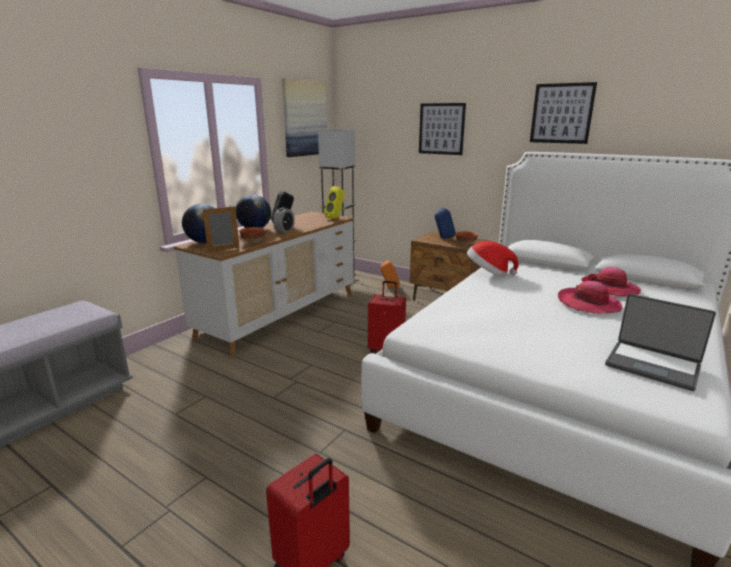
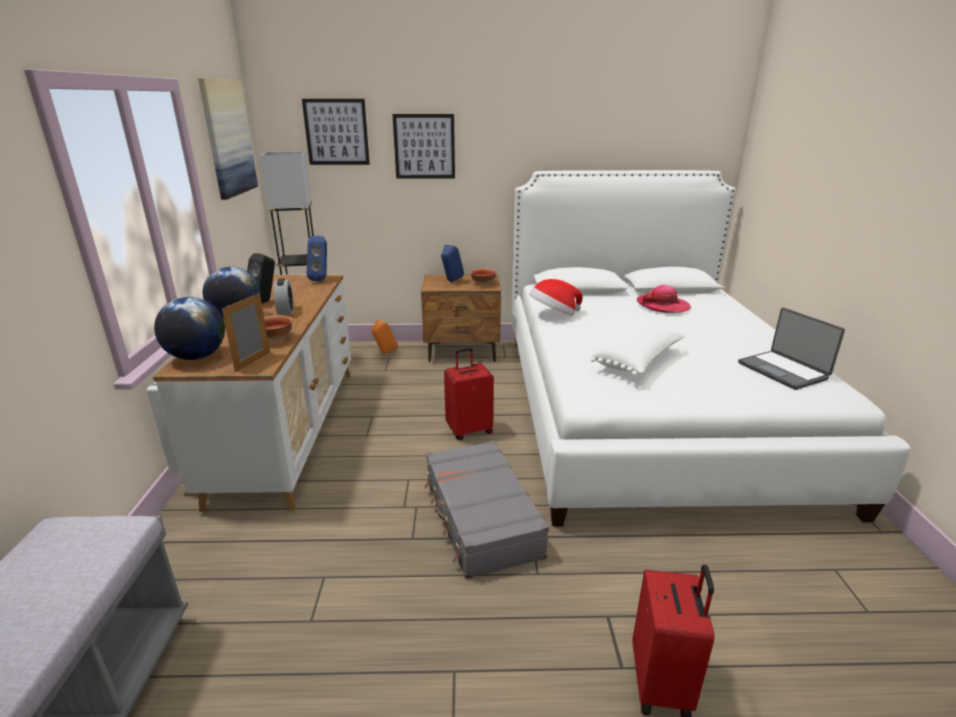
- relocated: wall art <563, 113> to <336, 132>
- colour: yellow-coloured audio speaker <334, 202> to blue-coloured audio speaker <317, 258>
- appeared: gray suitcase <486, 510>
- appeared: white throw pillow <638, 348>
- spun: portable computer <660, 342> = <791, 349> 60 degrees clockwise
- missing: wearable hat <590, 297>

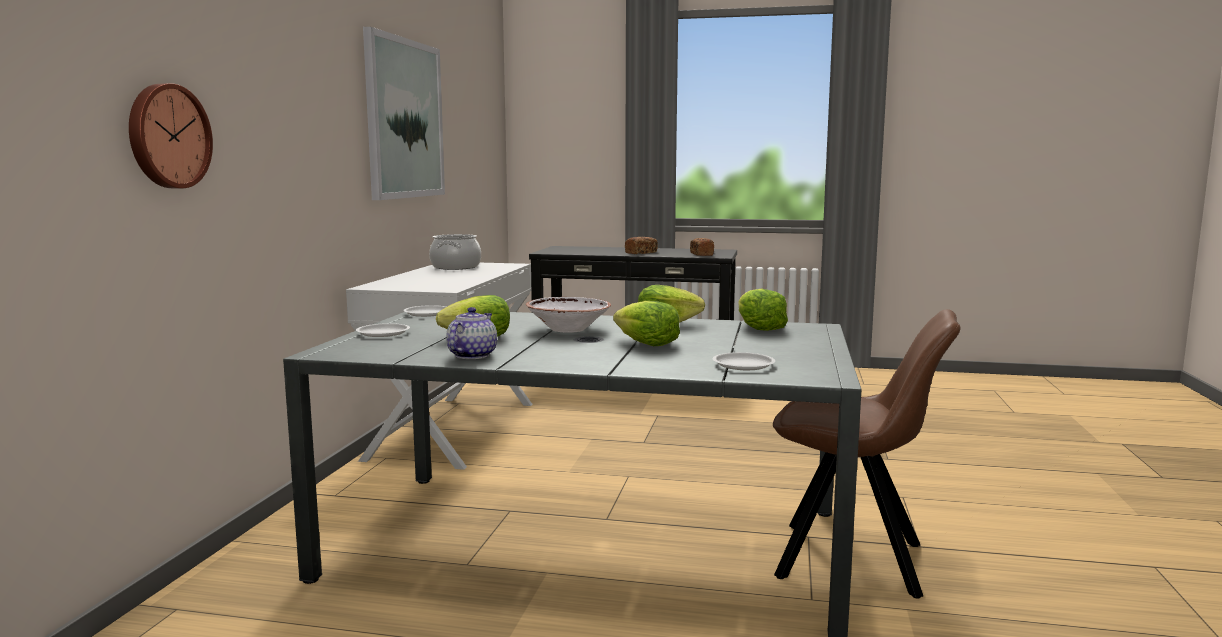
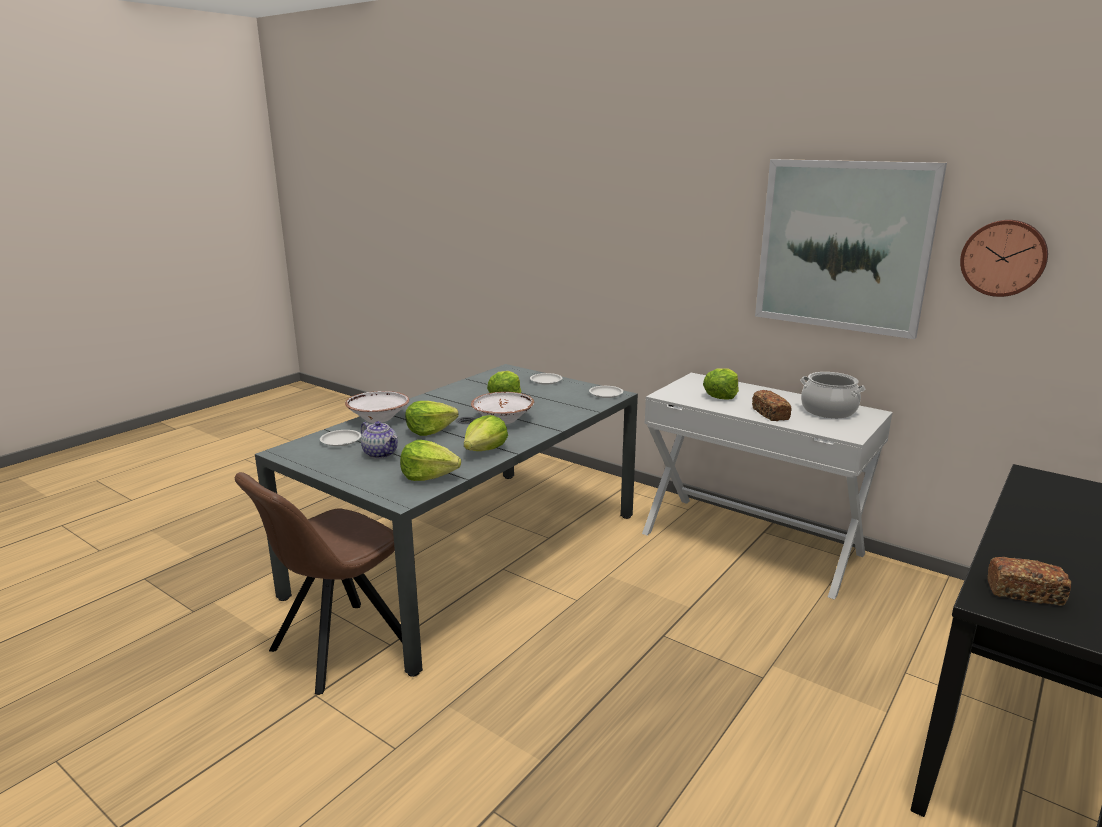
- appeared: white serving bowl <377, 407>
- relocated: teapot <471, 333> to <379, 440>
- appeared: lettuce head <721, 384>
- relocated: bread <641, 245> to <772, 405>
- relocated: clock on the wall <171, 135> to <1004, 258>

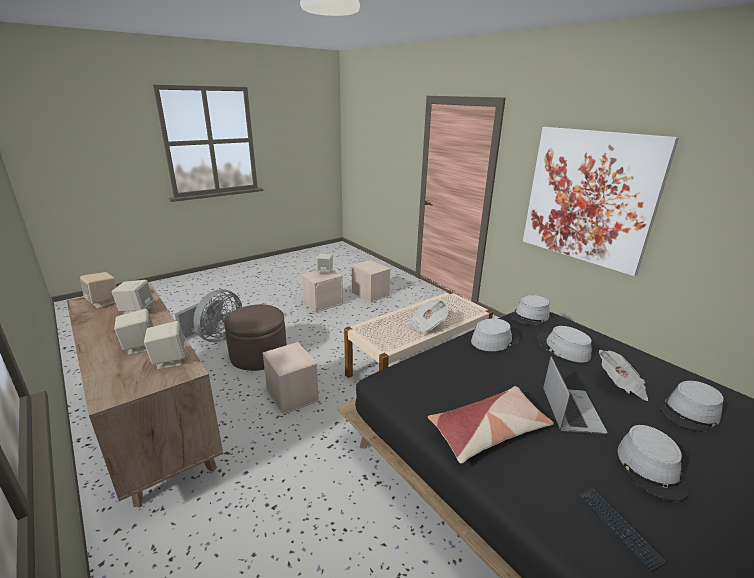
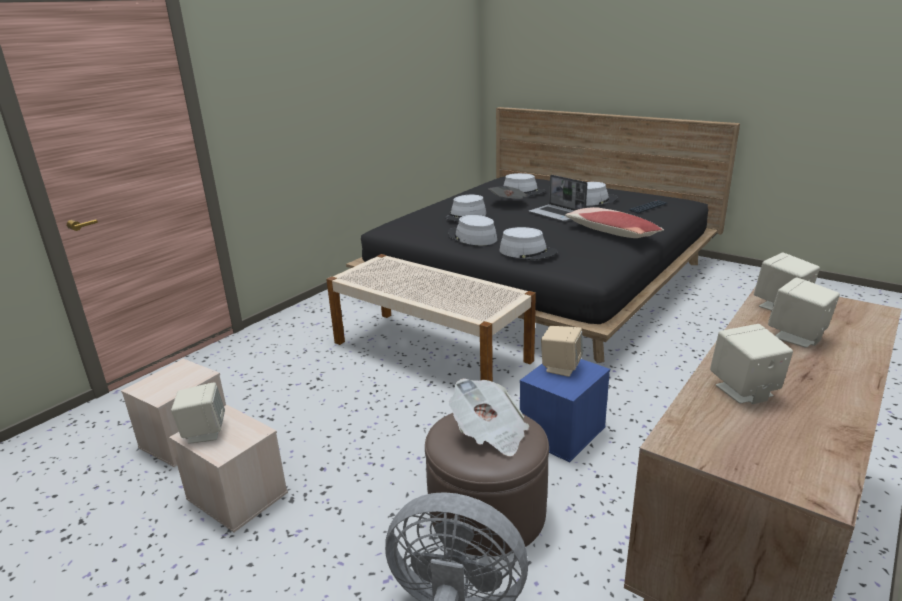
- relocated: newspaper <427, 317> to <489, 417>
- relocated: gray wearable hat <530, 310> to <528, 243>
- colour: beige storage container <290, 378> to blue-coloured storage container <565, 410>
- spun: portable computer <575, 395> = <558, 198> 120 degrees counterclockwise
- relocated: beige audio speaker <98, 290> to <562, 351>
- missing: wall art <601, 201>

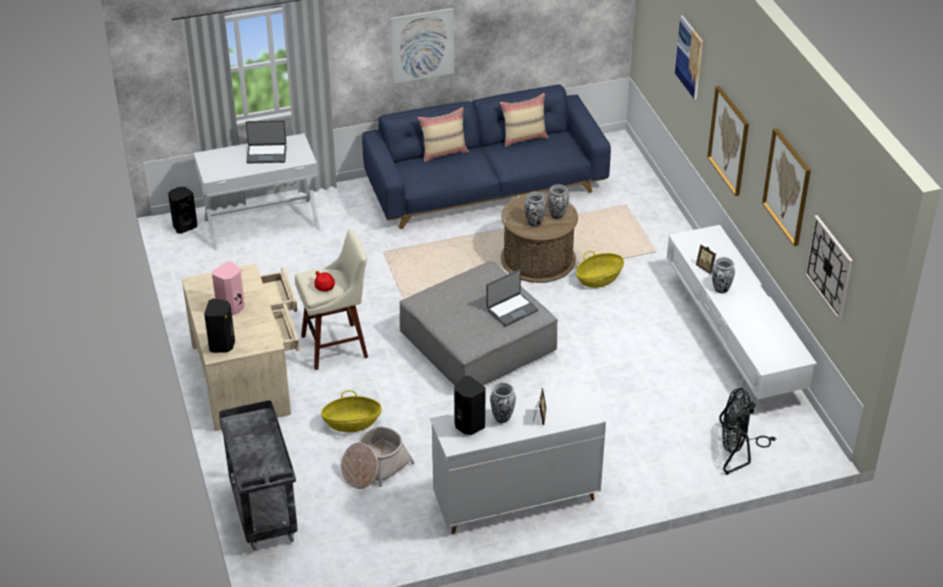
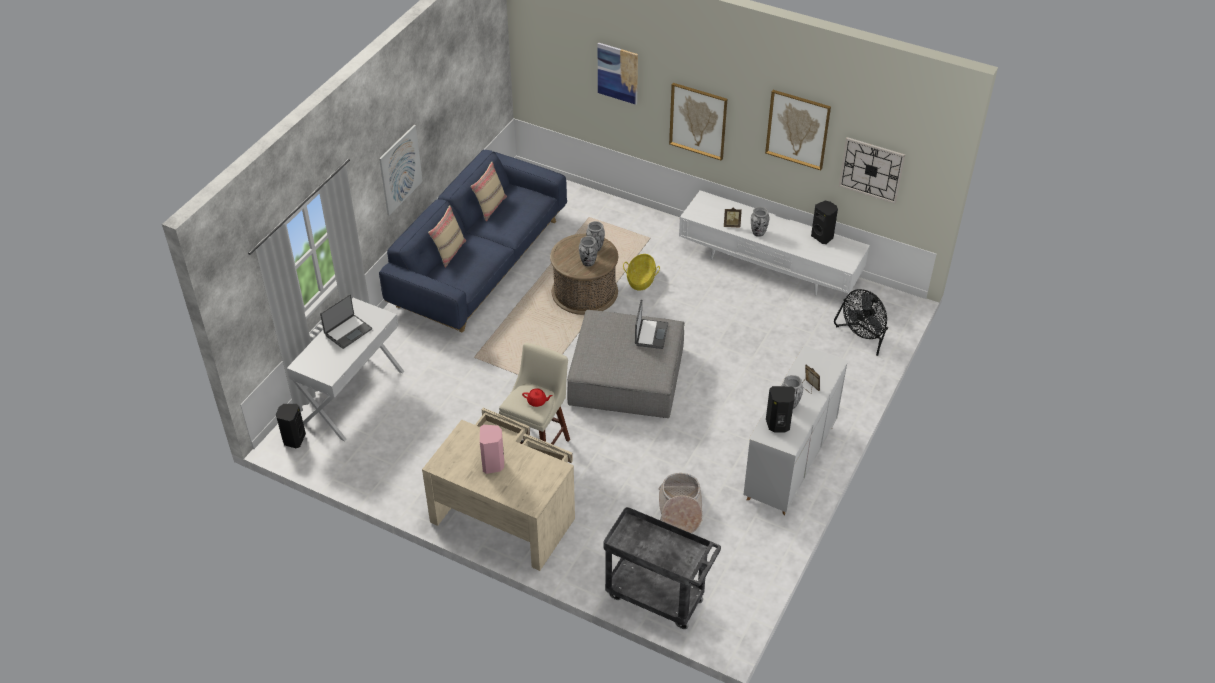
- relocated: black audio speaker <219, 325> to <824, 222>
- missing: storage basket <351, 411>

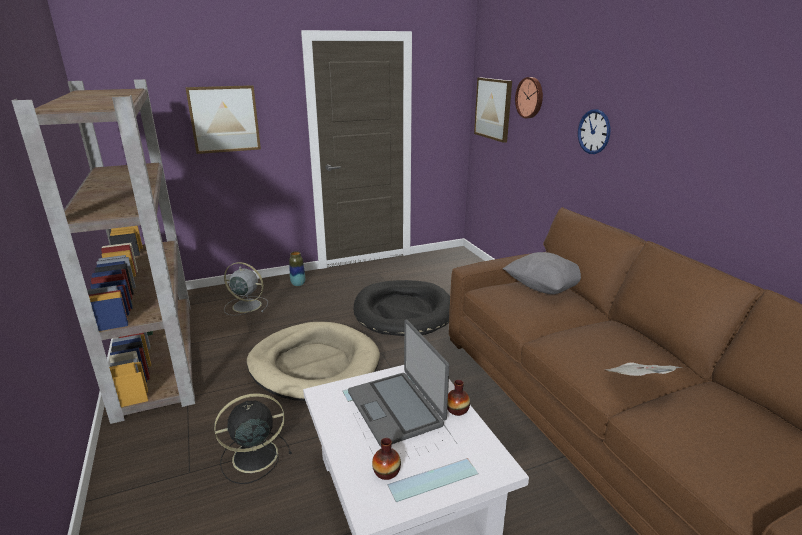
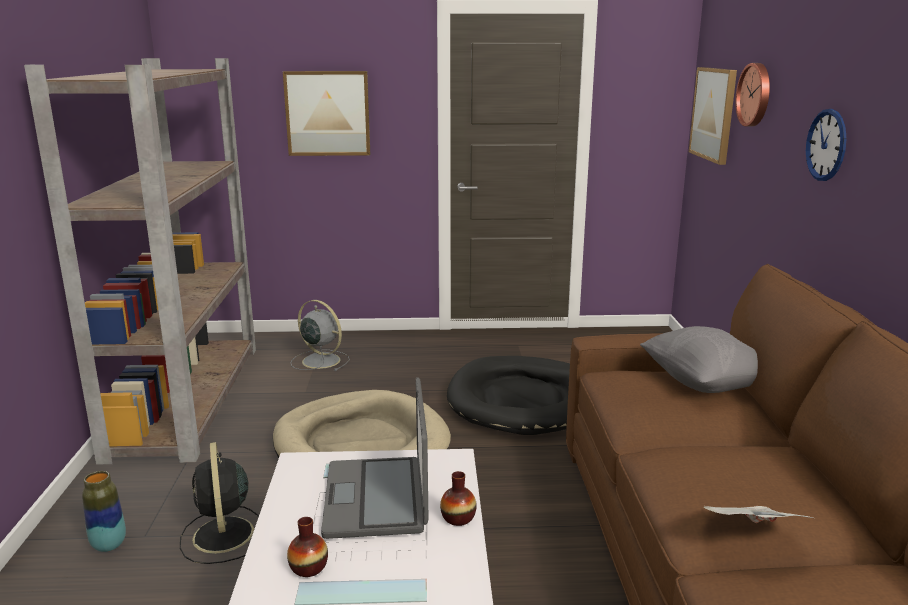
- relocated: decorative vase <297, 268> to <104, 511>
- spun: black cooling fan <253, 438> = <219, 503> 105 degrees counterclockwise

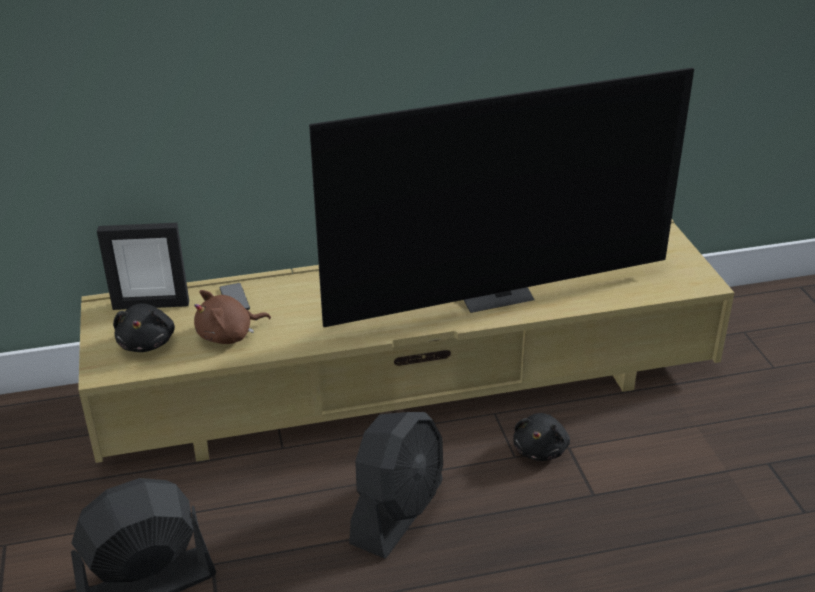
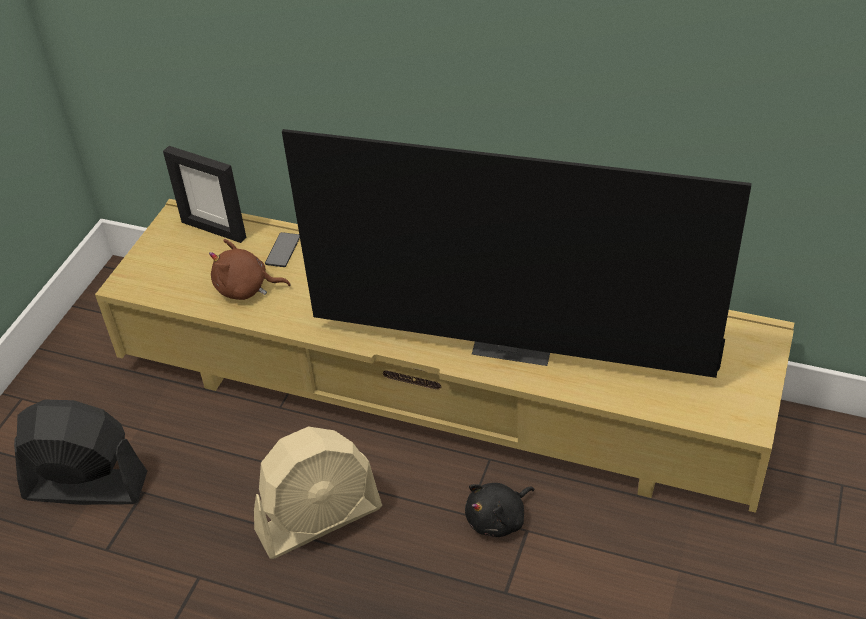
- colour: black cooling fan <396, 485> to beige cooling fan <318, 493>
- missing: black soft toy <144, 327>

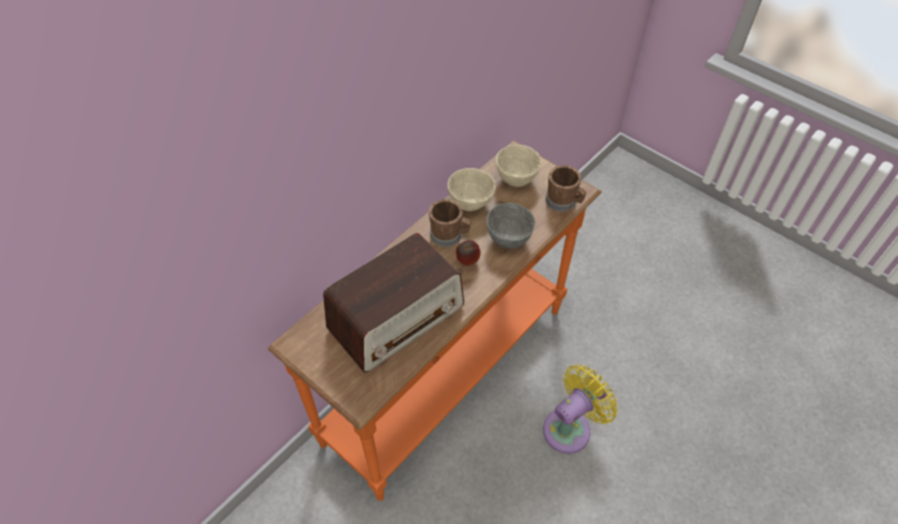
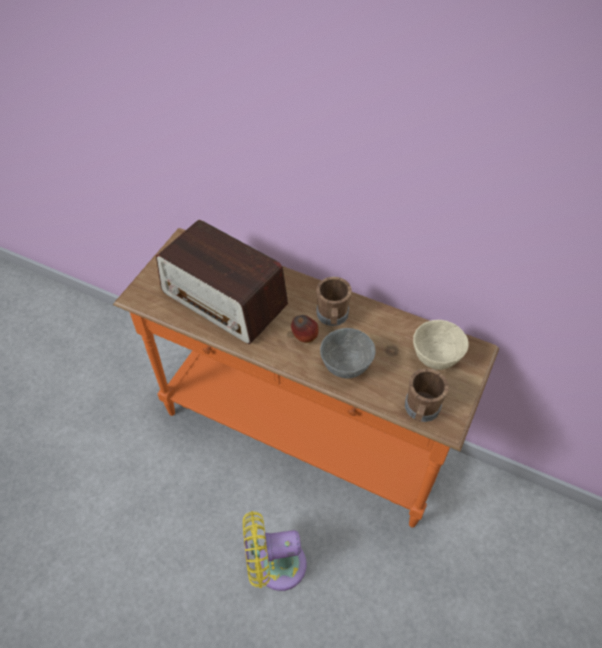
- spun: yellow-coloured cooling fan <580, 409> = <275, 551> 135 degrees clockwise
- missing: beige serving bowl <471, 189>

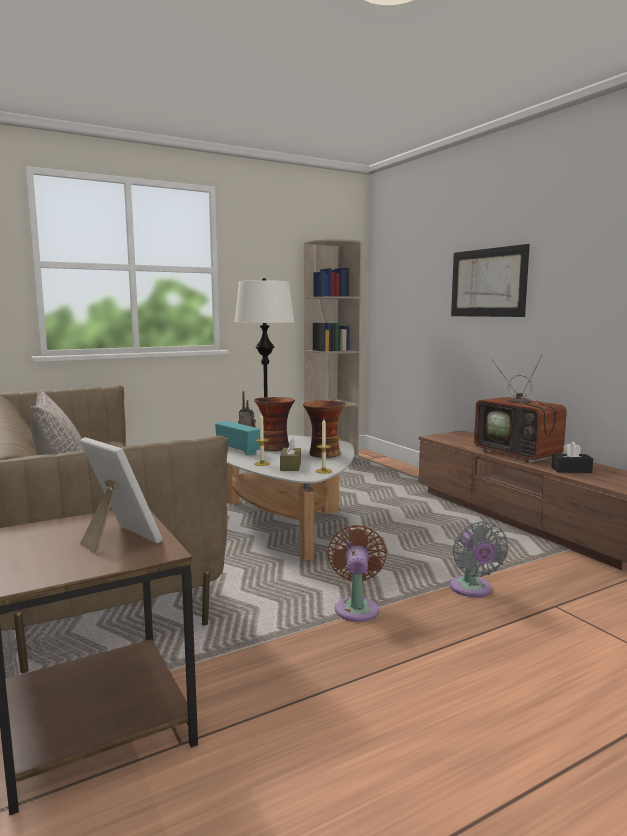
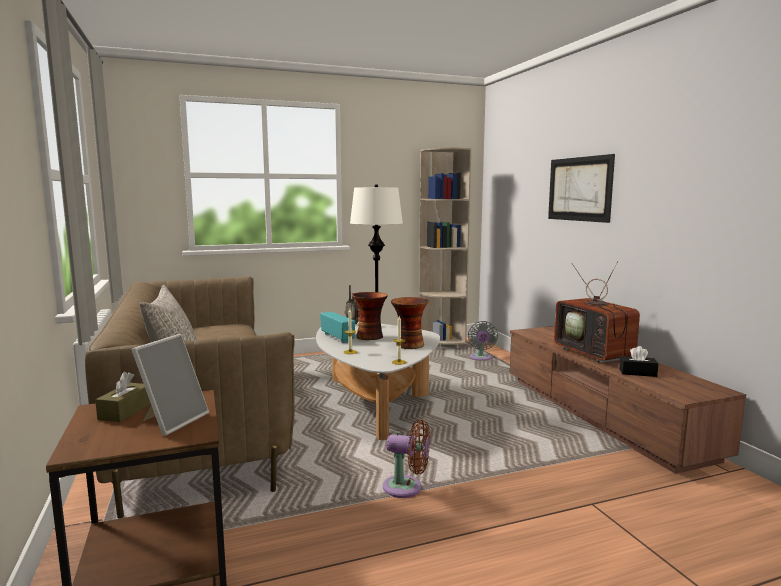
- relocated: brown tissue holder <290, 454> to <122, 397>
- spun: photo frame <121, 495> = <170, 385> 60 degrees clockwise
- spun: brown cooling fan <357, 573> = <406, 458> 90 degrees clockwise
- relocated: gray cooling fan <479, 559> to <483, 341>

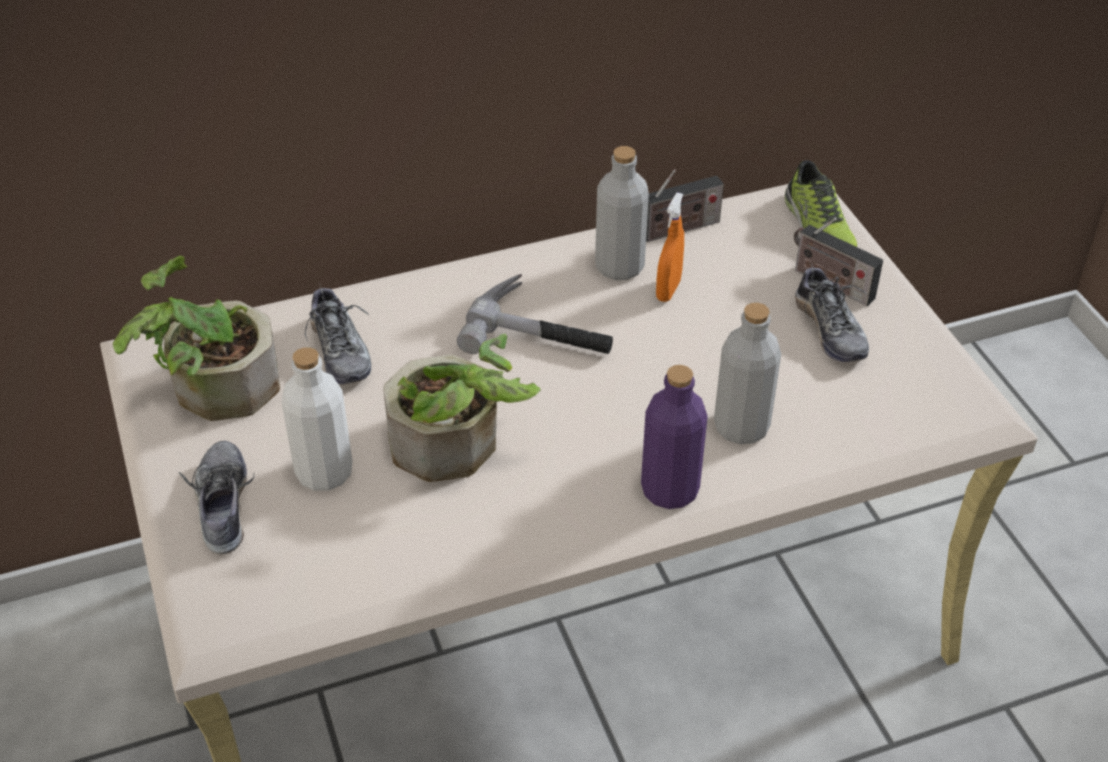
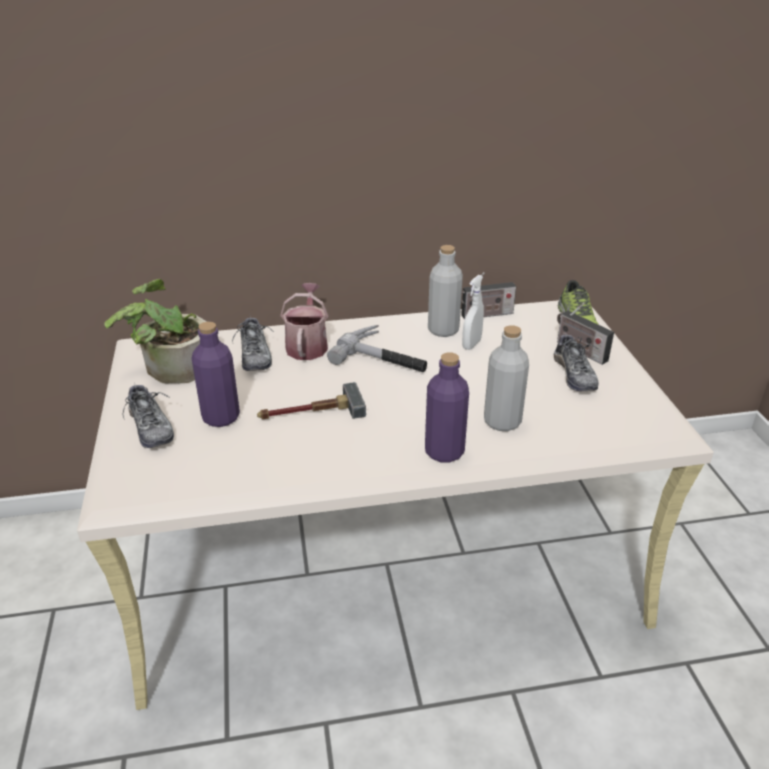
- spun: shoe <216, 497> = <148, 415> 150 degrees clockwise
- colour: white bottle <317, 419> to purplish bottle <215, 374>
- exchanged: plant in a pot <462, 408> to tool hammer <311, 400>
- appeared: watering can <304, 321>
- colour: orange spray bottle <670, 247> to white spray bottle <473, 312>

